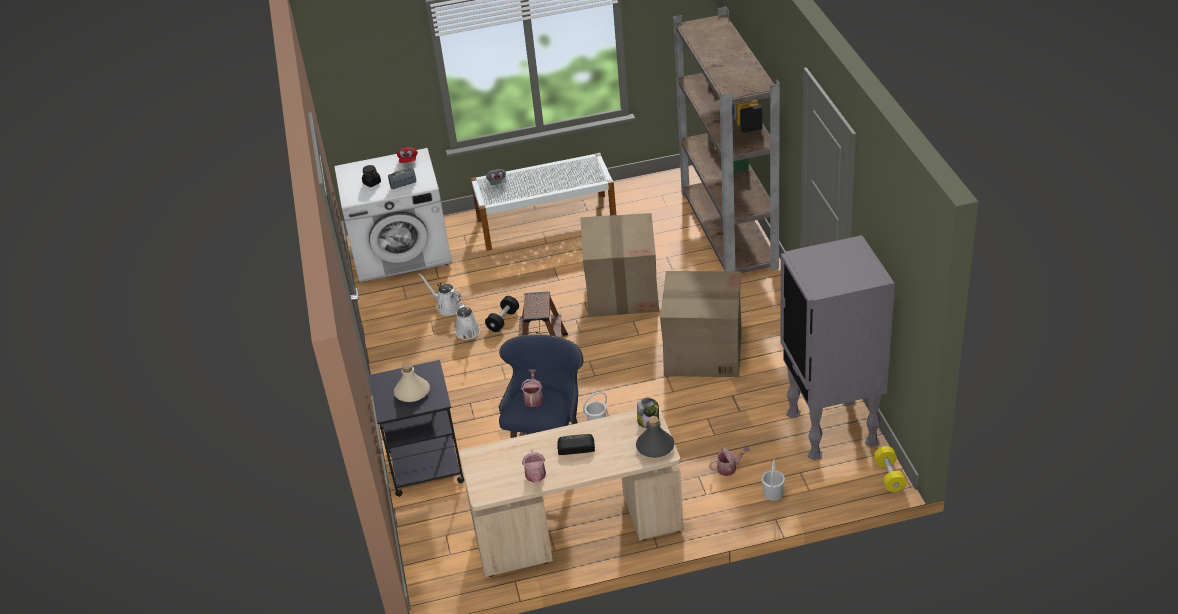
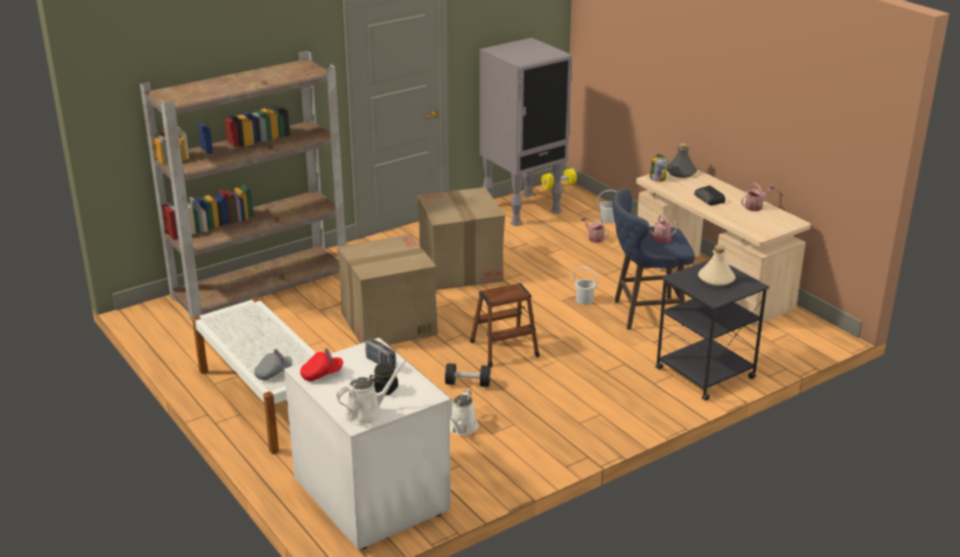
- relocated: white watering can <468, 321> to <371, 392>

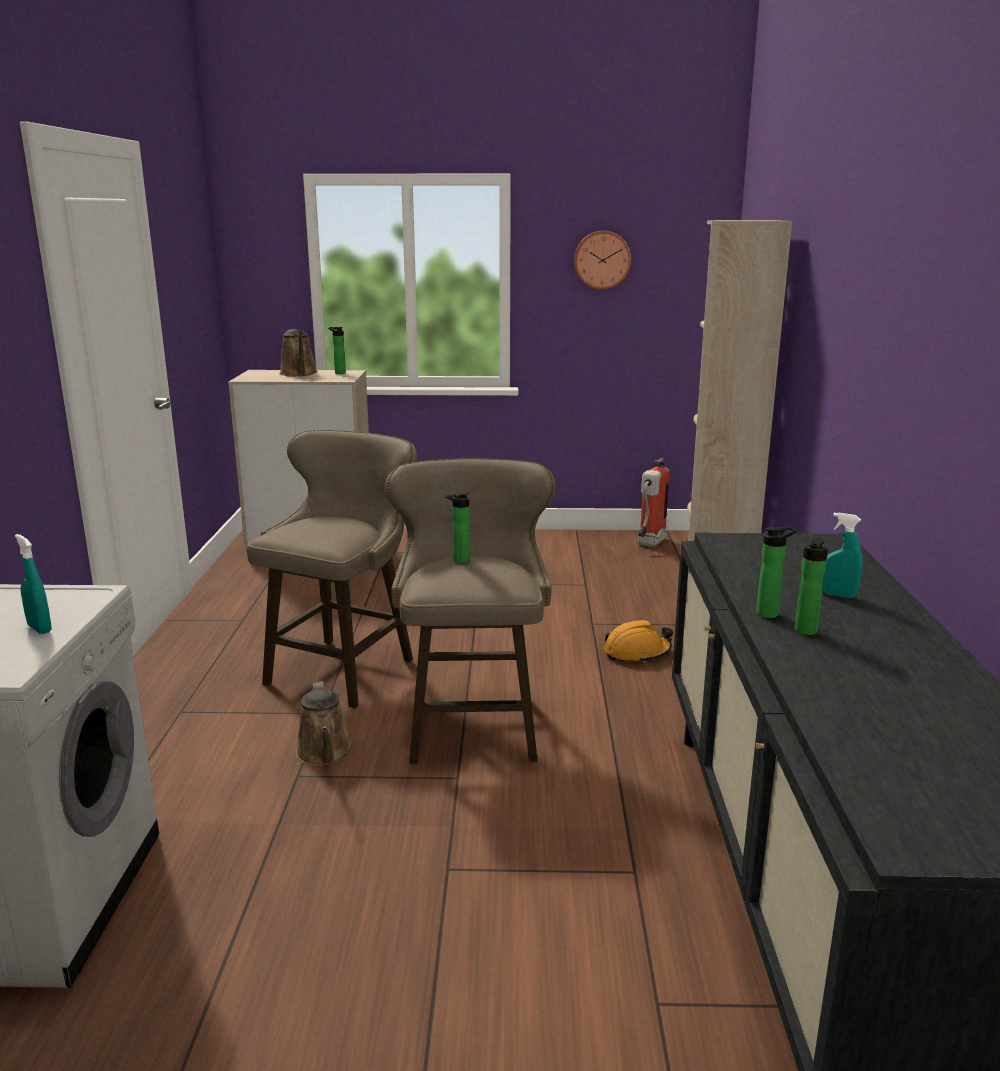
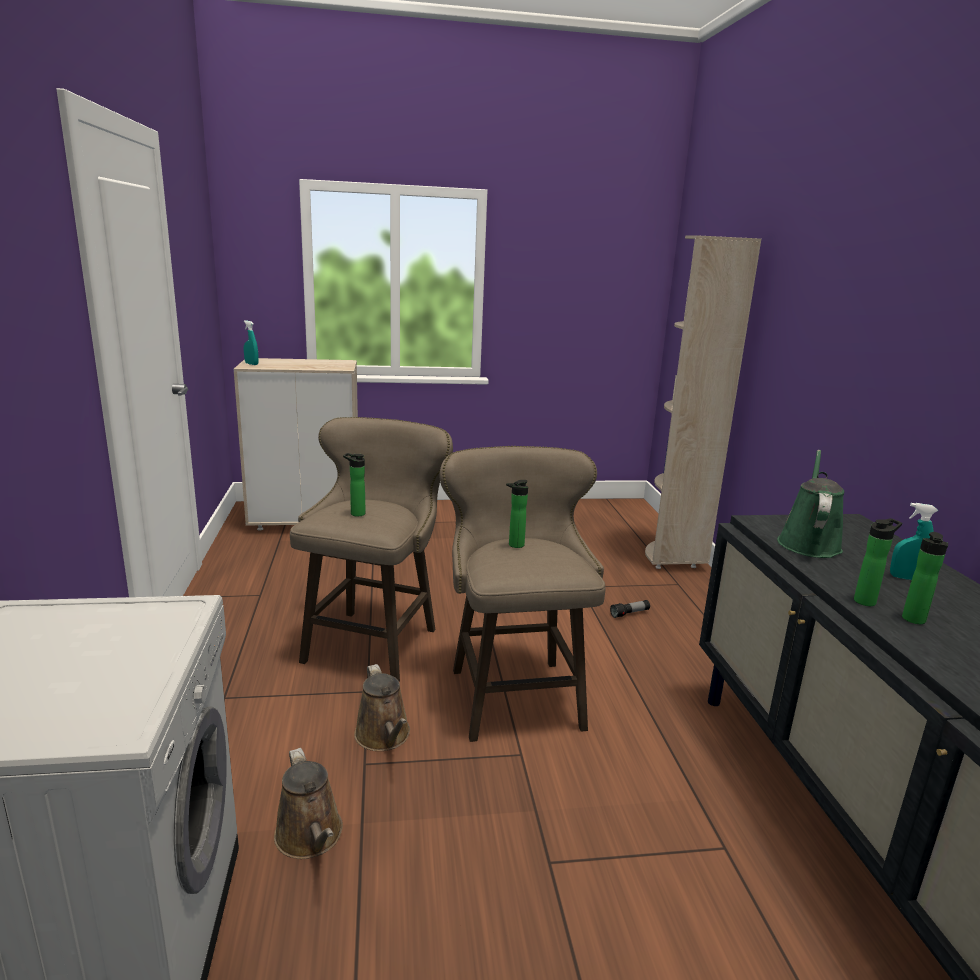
- relocated: turquoise spray bottle <33, 584> to <251, 342>
- relocated: brown watering can <298, 352> to <308, 803>
- relocated: bottle <337, 350> to <354, 484>
- exchanged: orange safety helmet <638, 641> to hand torch <630, 609>
- appeared: greenish watering can <810, 504>
- missing: clock on the wall <602, 260>
- missing: extinguisher <653, 502>

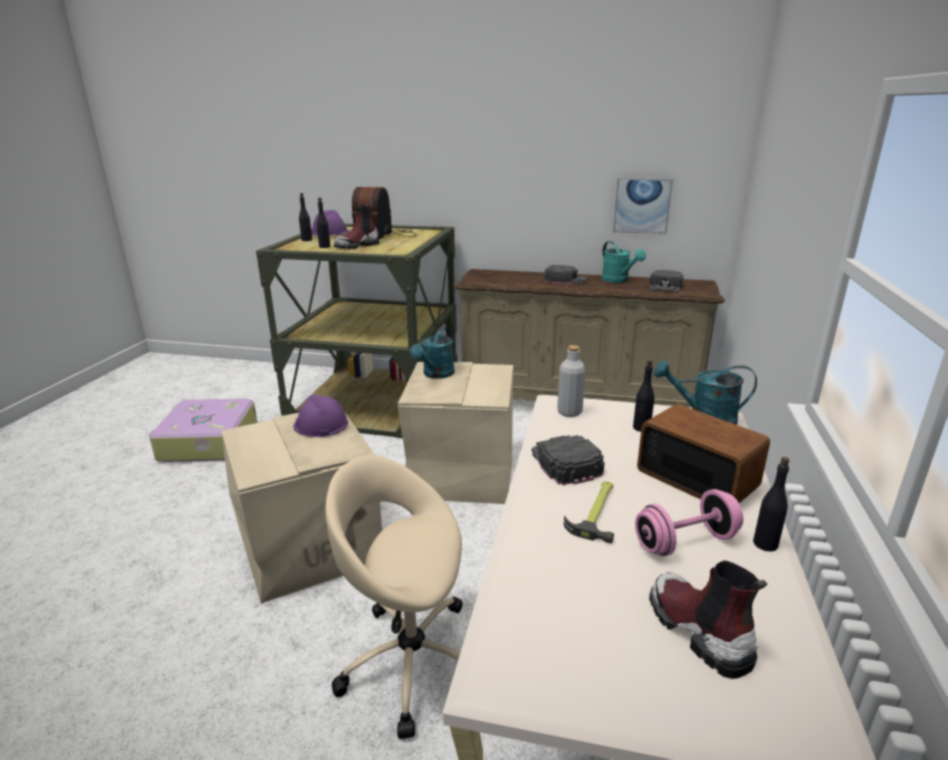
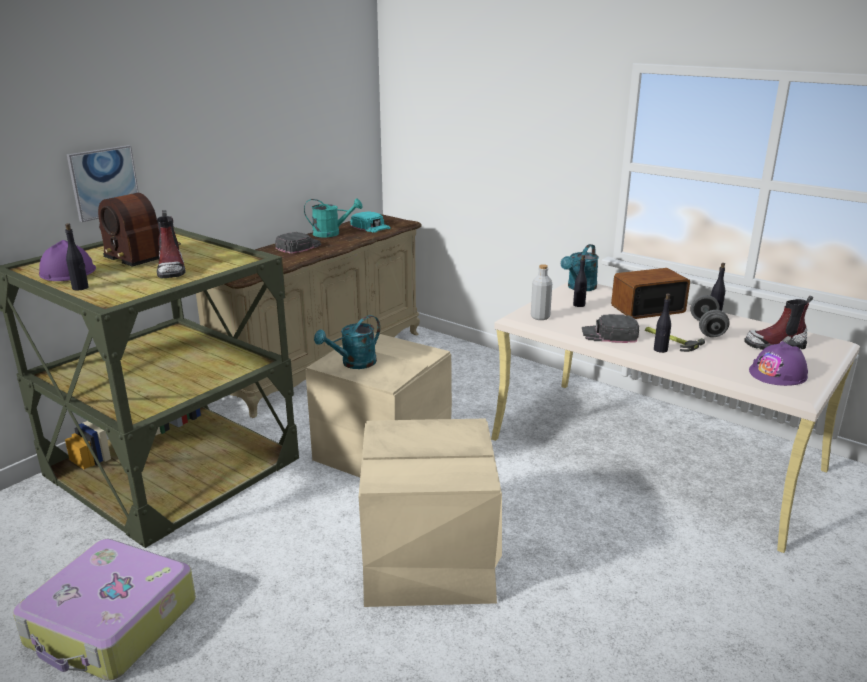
- relocated: wall art <643, 206> to <103, 183>
- spun: turquoise watering can <432, 353> = <347, 342> 90 degrees clockwise
- colour: black baseball cap <667, 281> to turquoise baseball cap <370, 222>
- relocated: black bottle <323, 222> to <662, 323>
- colour: pinkish dumbbell <689, 522> to gray dumbbell <710, 316>
- relocated: purplish safety helmet <320, 416> to <778, 363>
- missing: beige computer chair <394, 597>

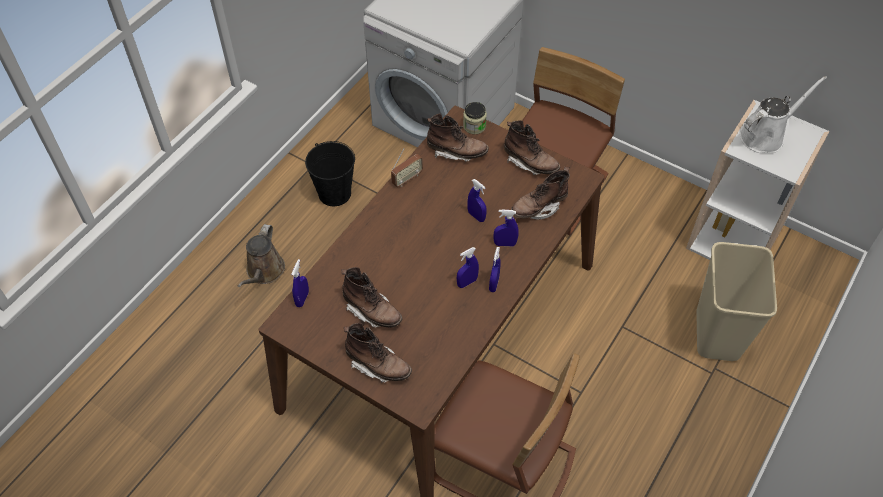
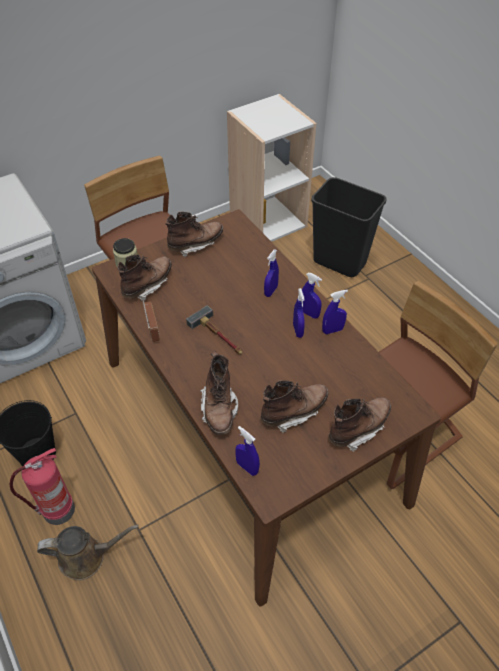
- appeared: extinguisher <42, 486>
- spun: brown watering can <261, 255> = <88, 553> 45 degrees counterclockwise
- appeared: tool hammer <214, 329>
- relocated: brown tall boot <540, 193> to <219, 393>
- colour: beige waste bin <736, 301> to black waste bin <349, 227>
- relocated: blue-coloured spray bottle <477, 200> to <335, 312>
- missing: white watering can <783, 114>

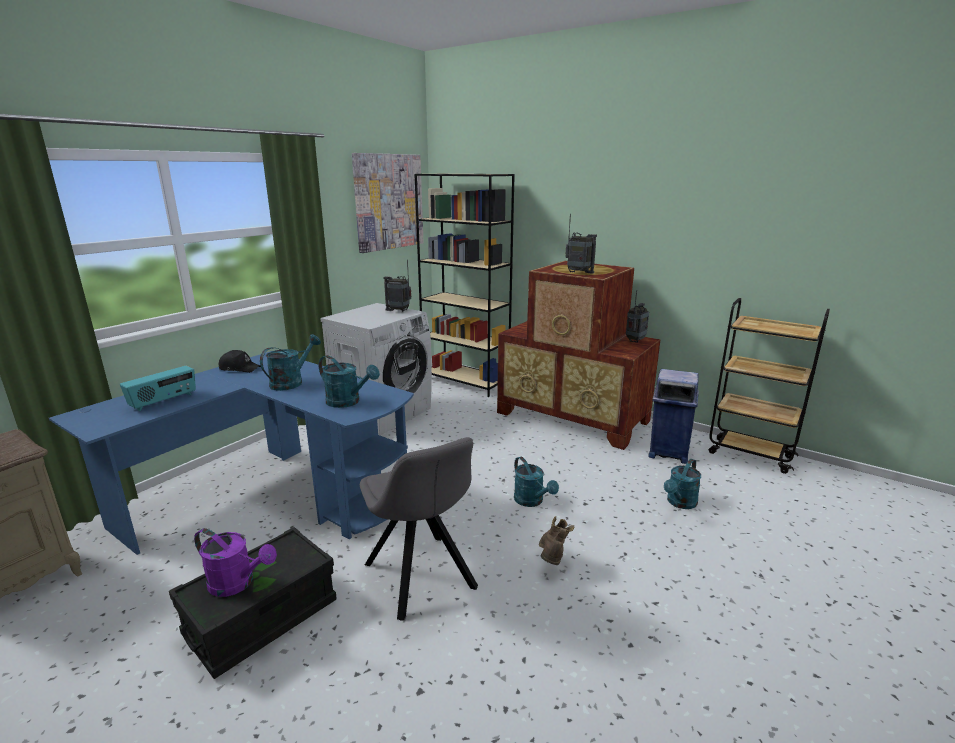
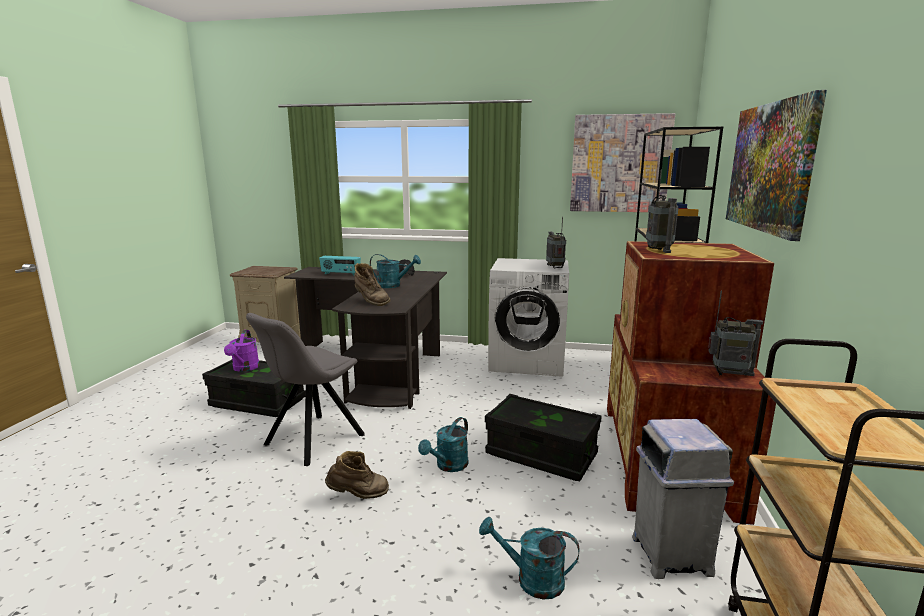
- colour: blue-coloured desk unit <231, 453> to black desk unit <365, 338>
- exchanged: turquoise watering can <349, 381> to brown tall boot <372, 284>
- appeared: black storage container <543, 437>
- colour: blue-coloured waste bin <673, 416> to gray waste bin <683, 499>
- appeared: wall art <776, 165>

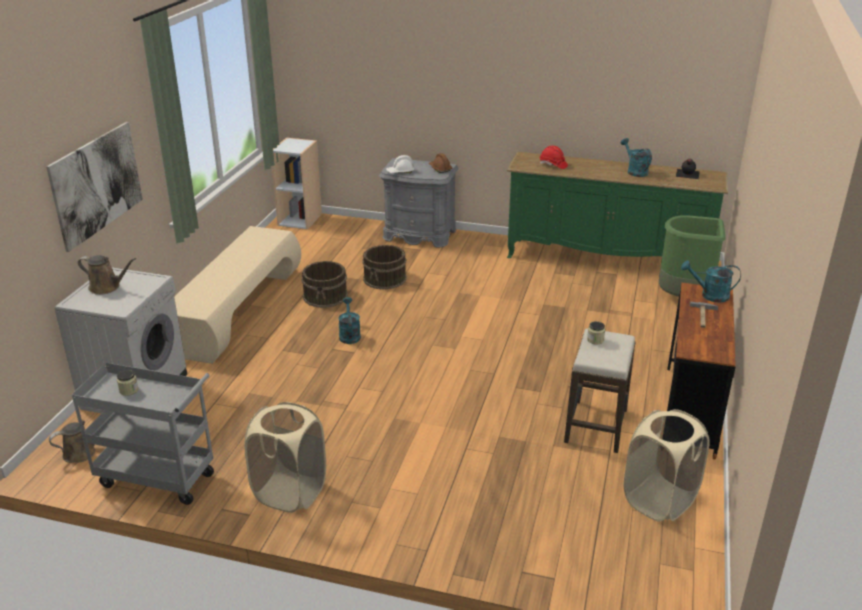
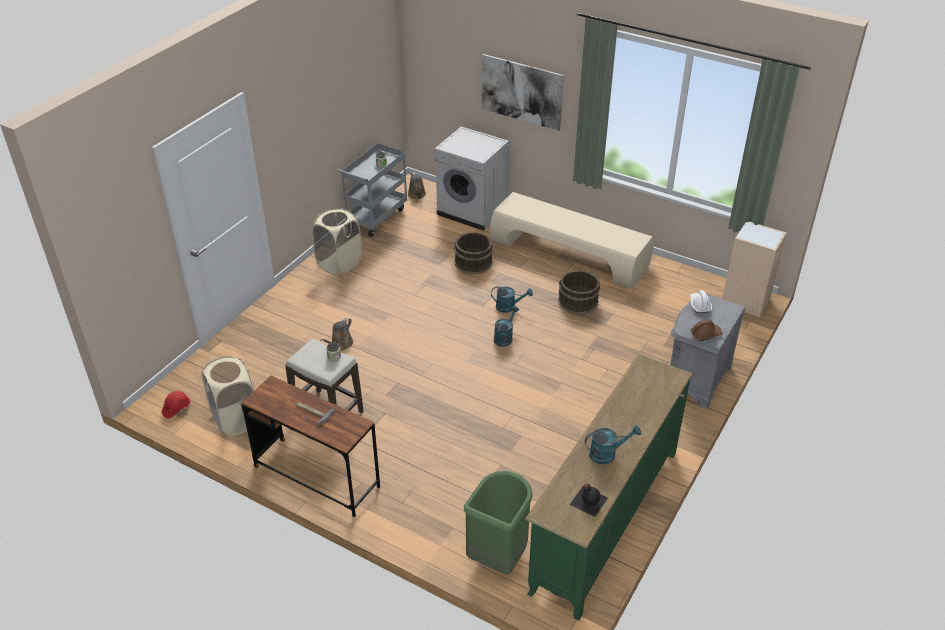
- relocated: red-coloured safety helmet <554, 157> to <176, 405>
- relocated: brown watering can <107, 275> to <336, 334>
- relocated: brown bucket <384, 267> to <473, 253>
- relocated: turquoise watering can <711, 281> to <506, 326>

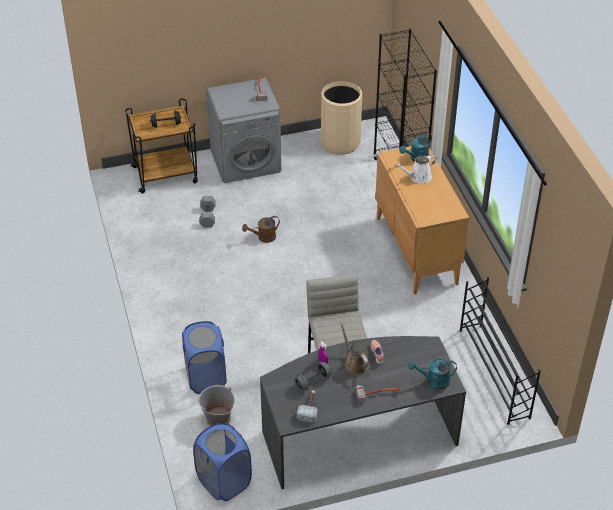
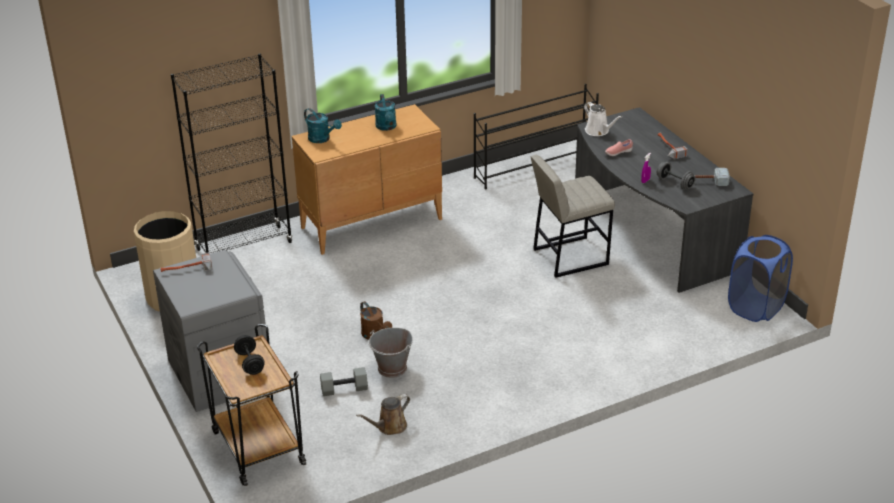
- relocated: brown watering can <354, 348> to <383, 414>
- relocated: gray bucket <216, 405> to <390, 353>
- relocated: turquoise watering can <432, 374> to <385, 112>
- relocated: white watering can <416, 169> to <603, 119>
- missing: blue-coloured hamper <204, 357>

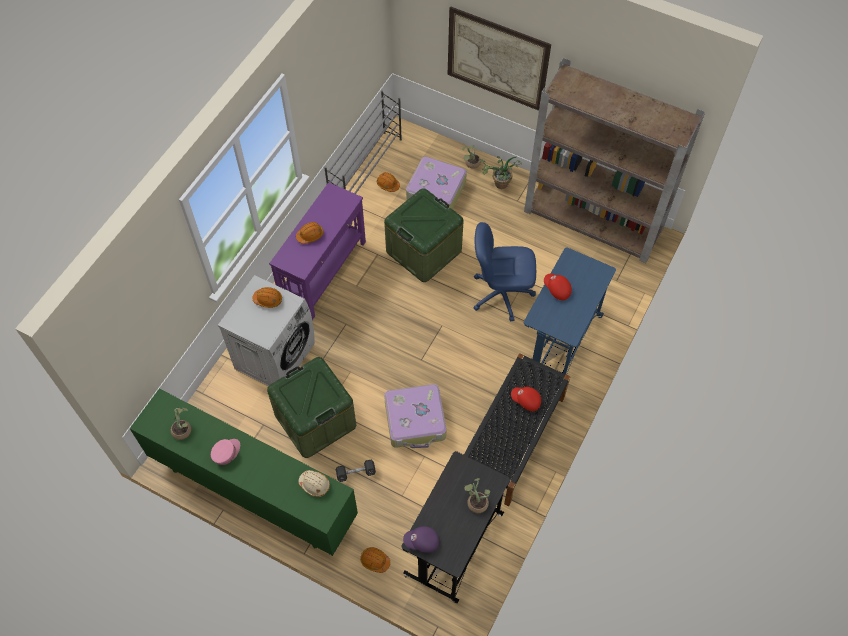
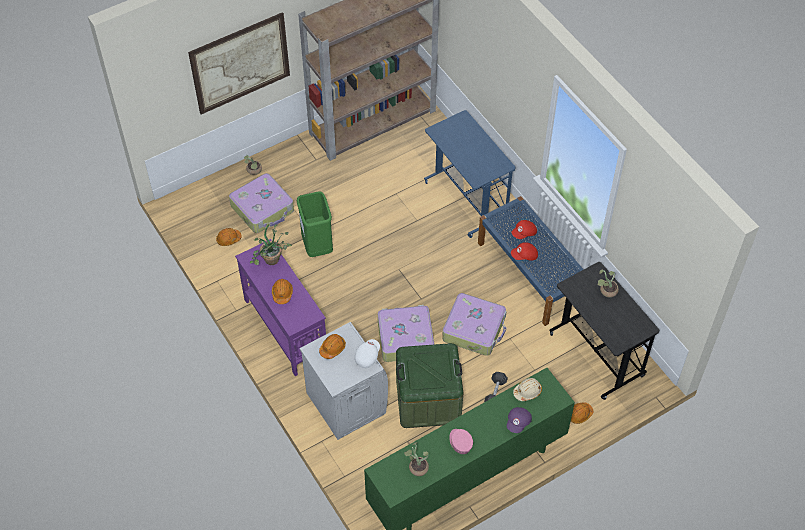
- relocated: plant in a pot <501, 172> to <271, 244>
- exchanged: greenish storage container <423, 235> to greenish waste bin <315, 224>
- appeared: white baseball cap <367, 353>
- appeared: suitcase <406, 333>
- colour: black indoor bench <517, 429> to blue-coloured indoor bench <531, 261>
- relocated: purplish baseball cap <421, 539> to <519, 420>
- relocated: red-coloured baseball cap <558, 287> to <524, 251>
- missing: gray shoe stand <363, 142>
- missing: blue-coloured computer chair <504, 272>

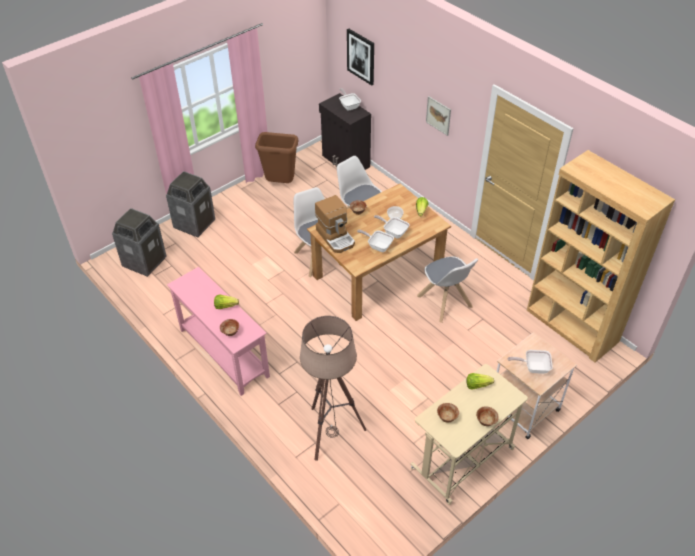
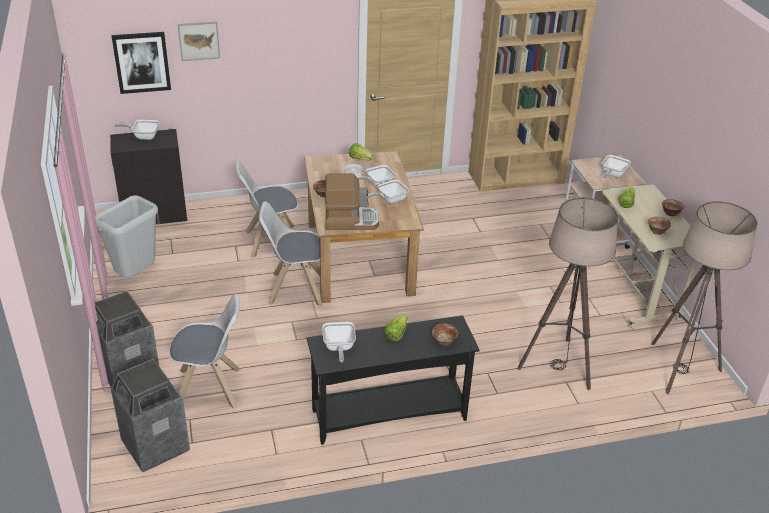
- colour: brown waste bin <276, 157> to gray waste bin <126, 236>
- relocated: chair <447, 290> to <204, 351>
- relocated: wall art <438, 116> to <199, 41>
- colour: pinkish narrow table <218, 331> to black narrow table <393, 380>
- appeared: skillet <339, 342>
- appeared: floor lamp <704, 297>

